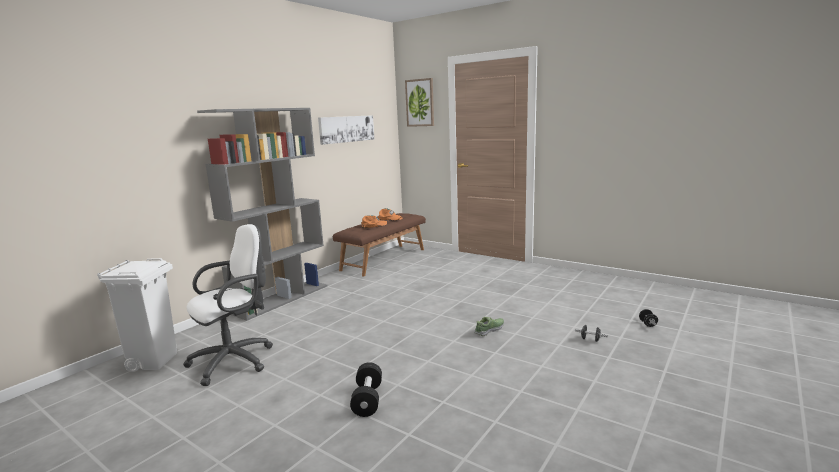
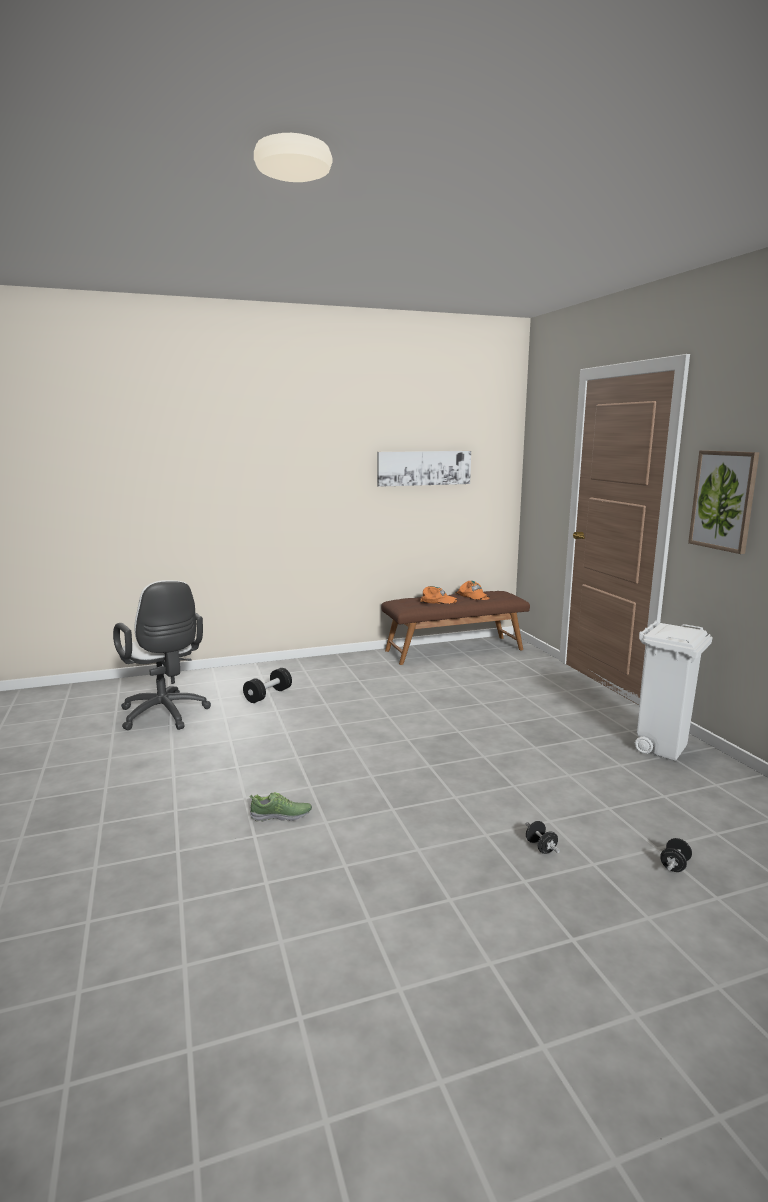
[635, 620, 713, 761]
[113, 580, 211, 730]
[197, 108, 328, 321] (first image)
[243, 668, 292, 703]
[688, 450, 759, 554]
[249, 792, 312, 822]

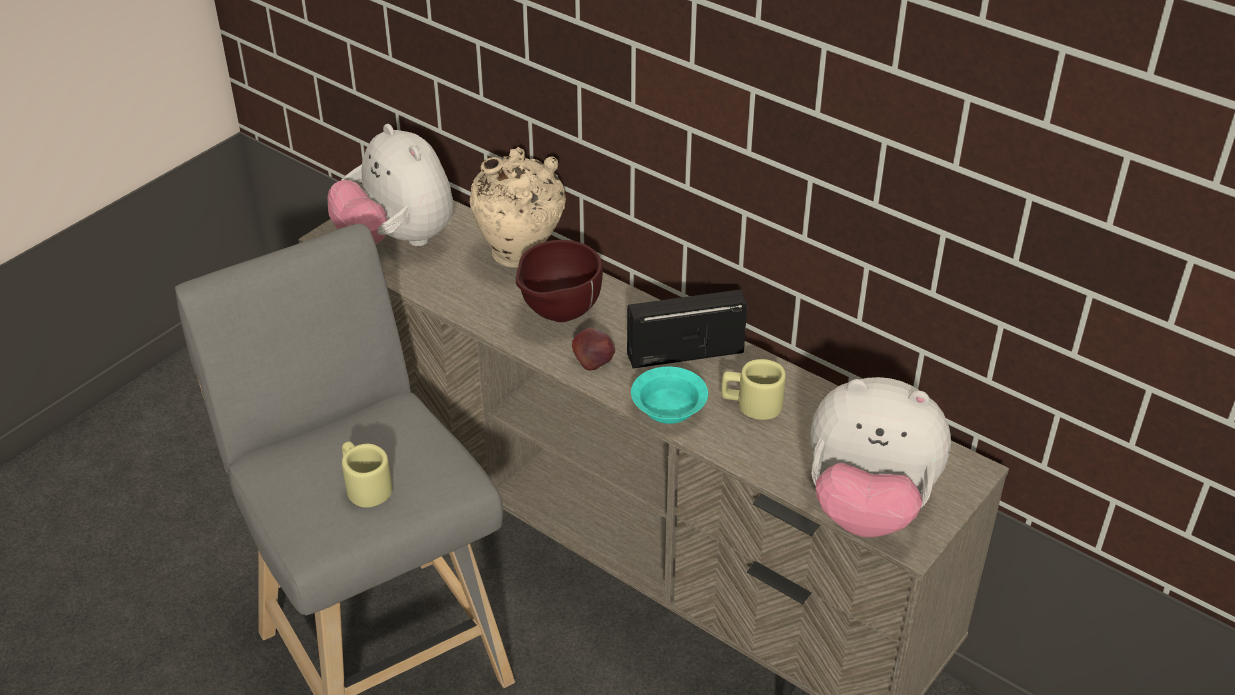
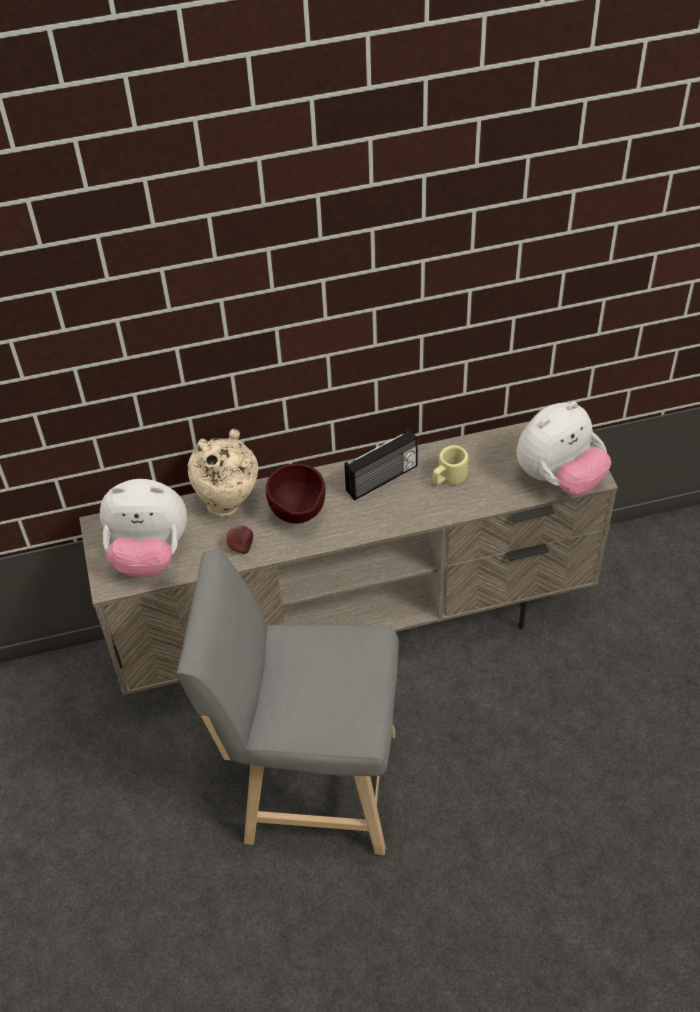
[342, 441, 392, 508] (first image)
[227, 526, 253, 554]
[344, 429, 418, 501]
[631, 367, 708, 424] (first image)

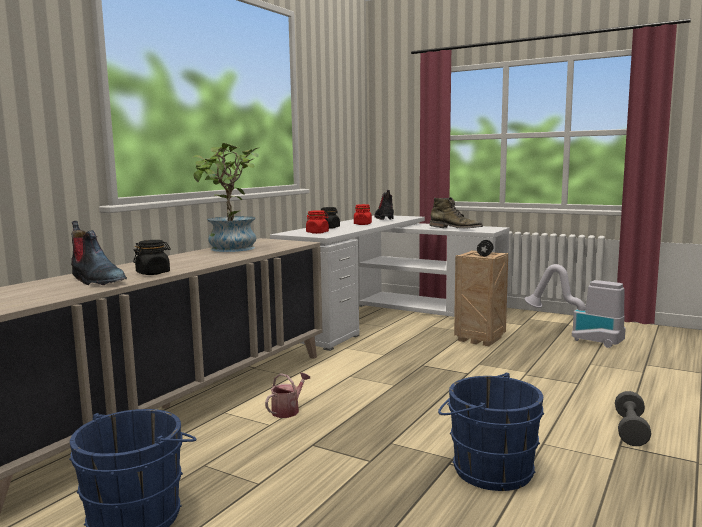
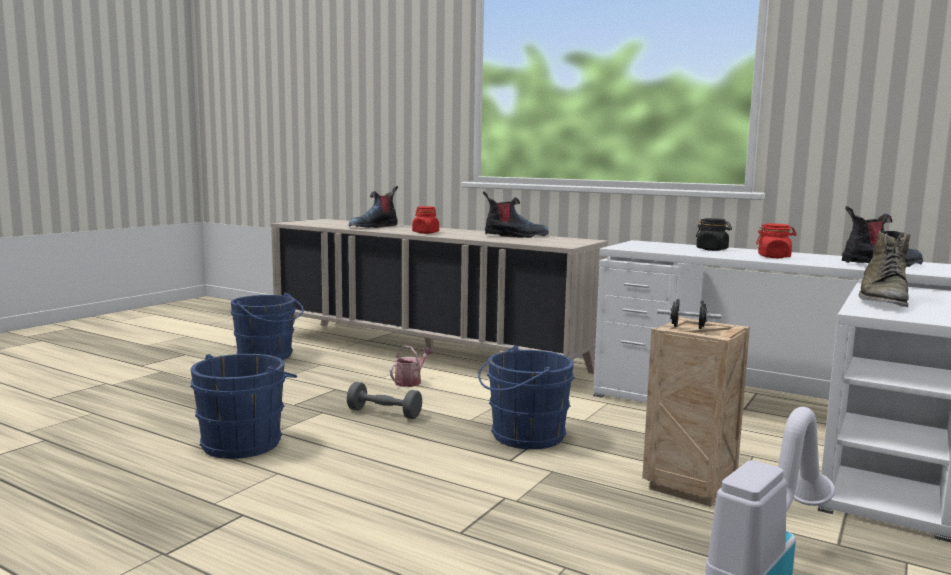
[133, 240, 171, 275] (first image)
[483, 191, 549, 238]
[390, 345, 433, 387]
[412, 206, 439, 234]
[347, 382, 422, 419]
[478, 346, 575, 449]

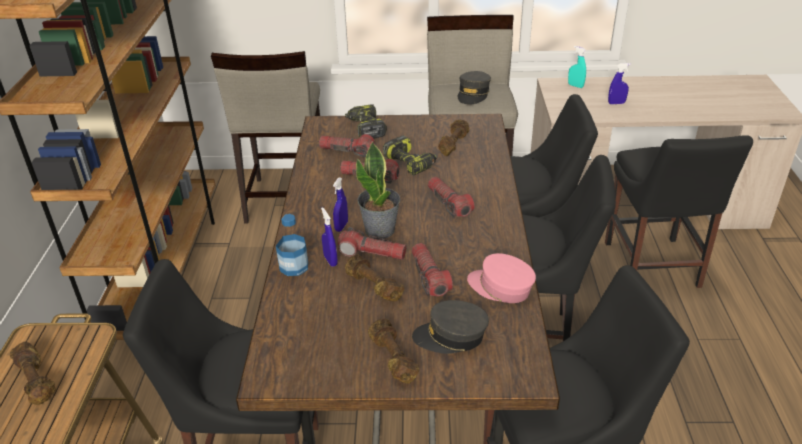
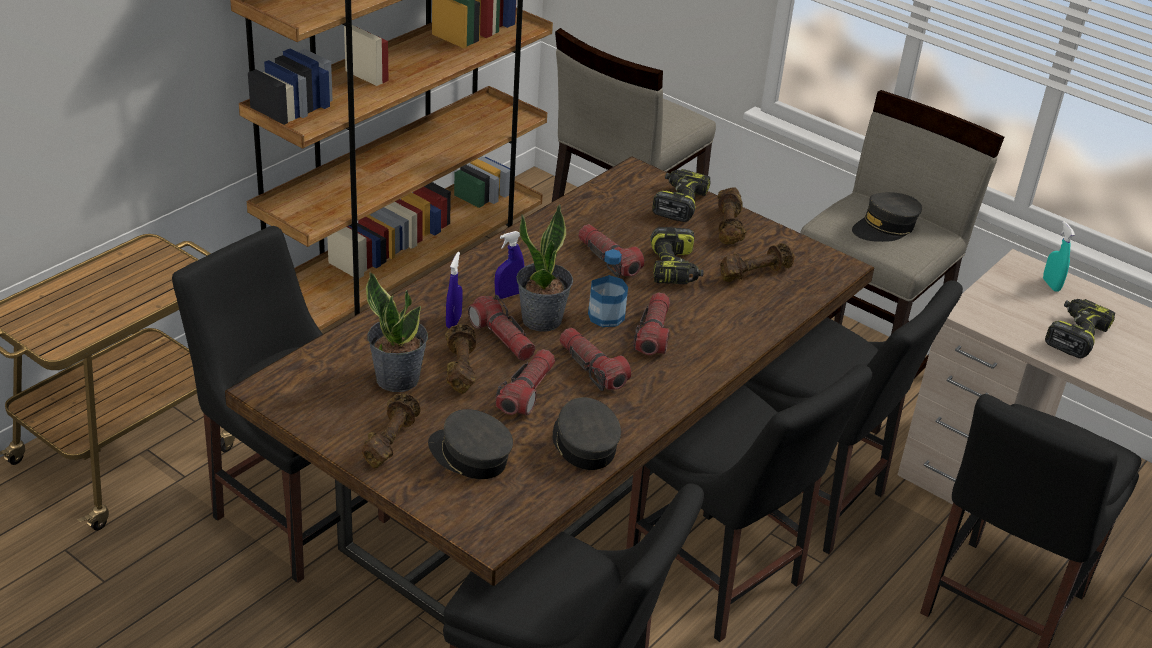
[717, 187, 747, 245]
[588, 249, 628, 327]
[559, 328, 631, 391]
[553, 397, 621, 470]
[1045, 299, 1115, 358]
[366, 272, 428, 392]

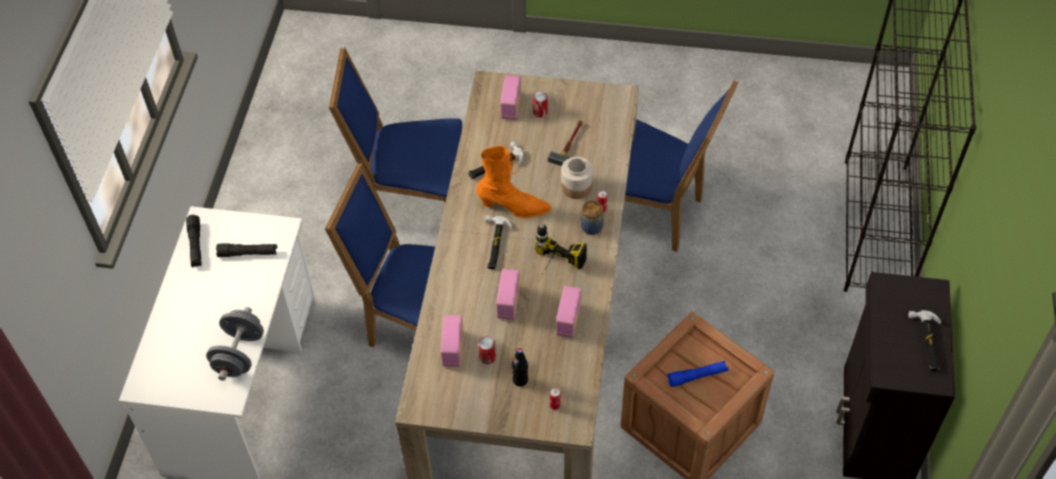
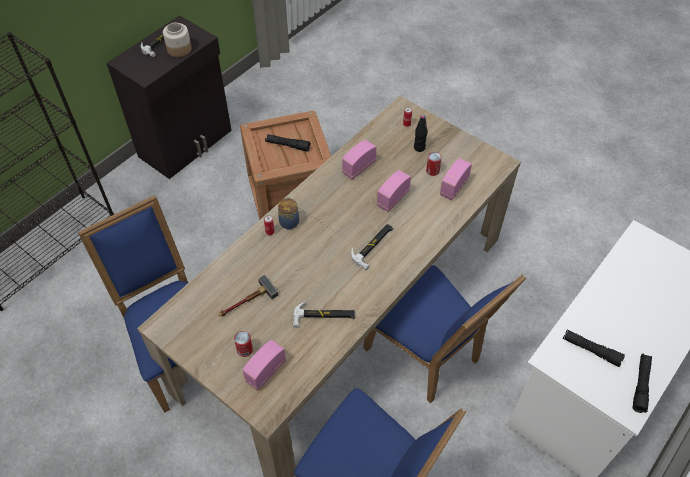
[206, 307, 264, 381] (first image)
[476, 146, 551, 218] (first image)
[535, 223, 587, 278] (first image)
[163, 23, 192, 57]
[265, 134, 310, 151]

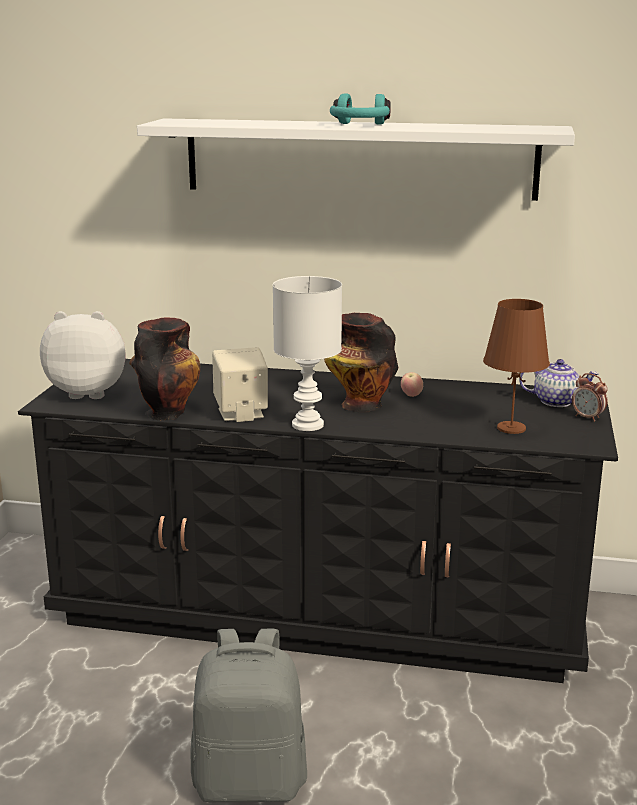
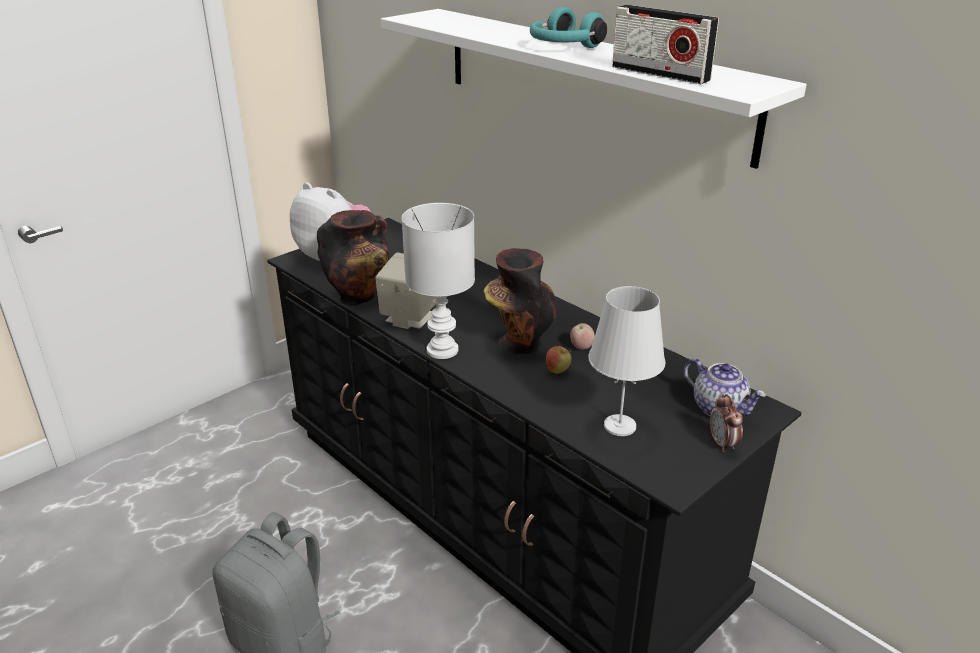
[588, 286, 665, 436]
[546, 346, 571, 374]
[612, 5, 719, 84]

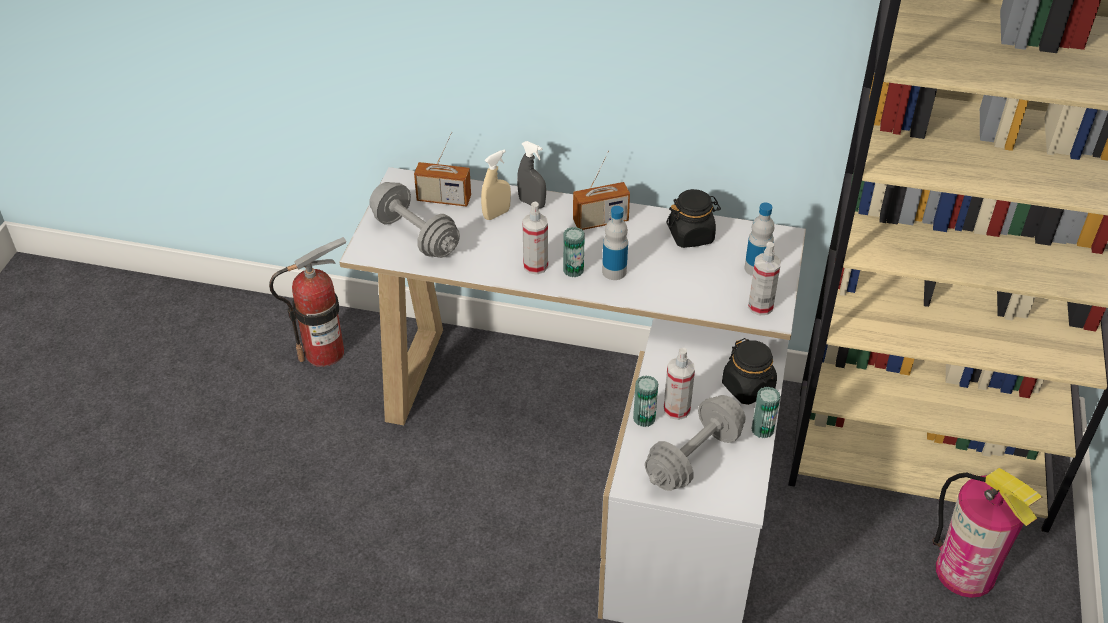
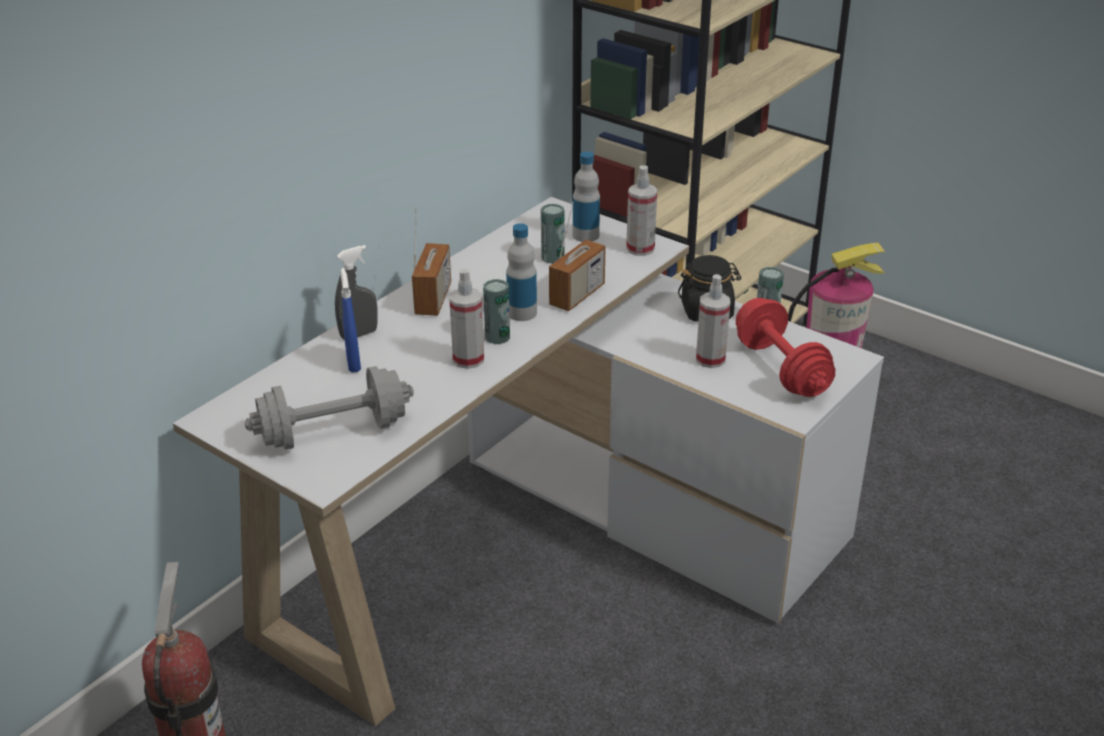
[549, 202, 606, 311]
[341, 268, 361, 373]
[541, 204, 564, 264]
[736, 298, 835, 397]
[666, 189, 721, 248] (first image)

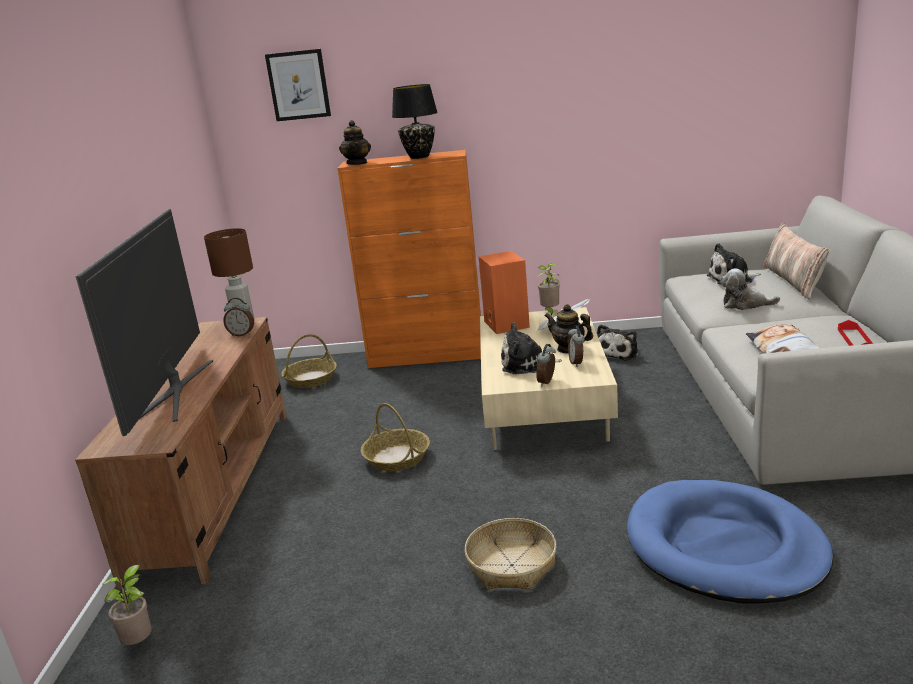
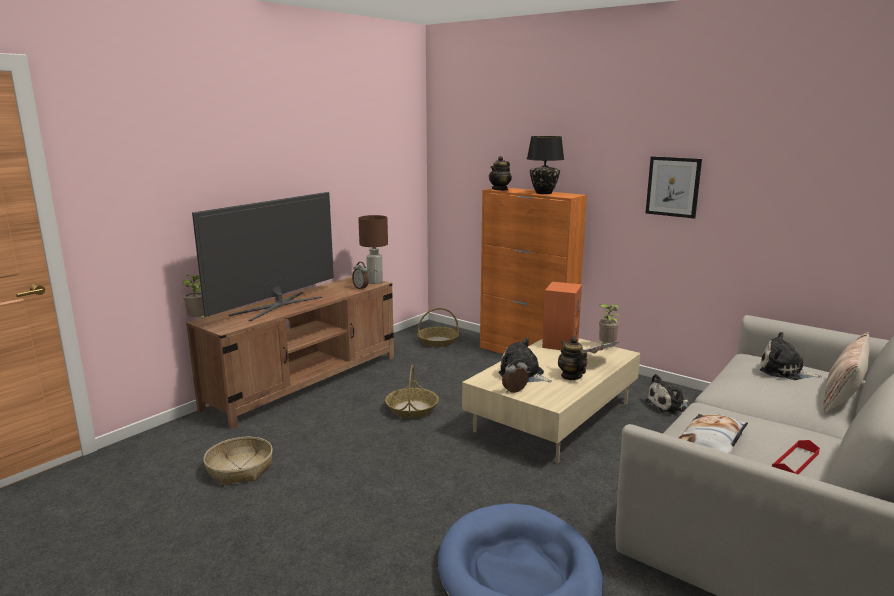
[182, 275, 208, 318]
[646, 156, 702, 219]
[203, 437, 273, 485]
[568, 326, 585, 367] (first image)
[720, 268, 780, 310] (first image)

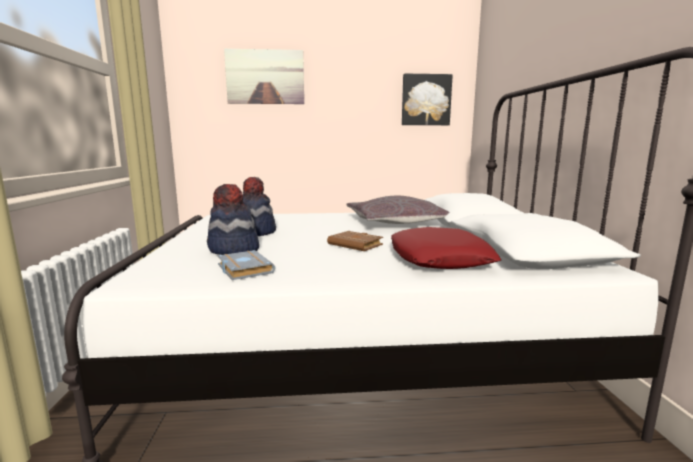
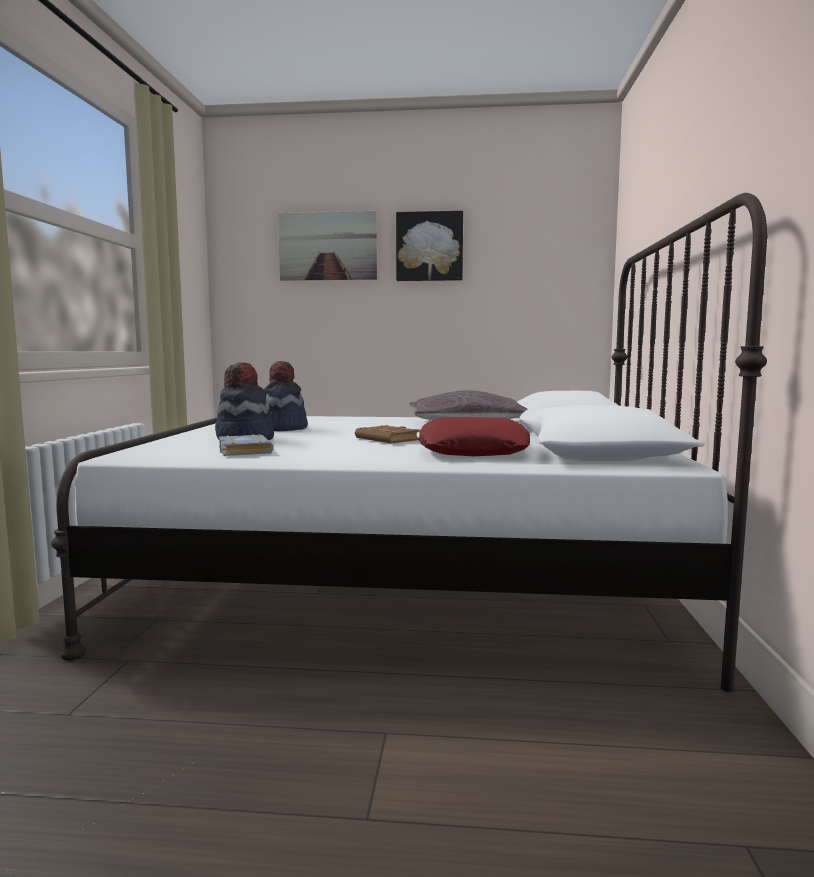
[396, 211, 463, 281]

